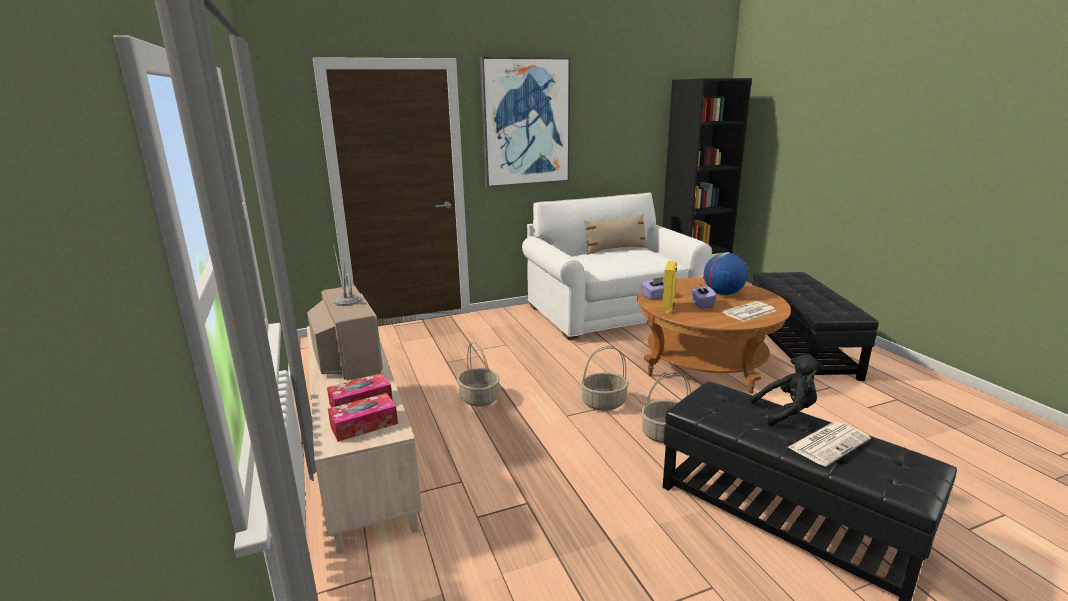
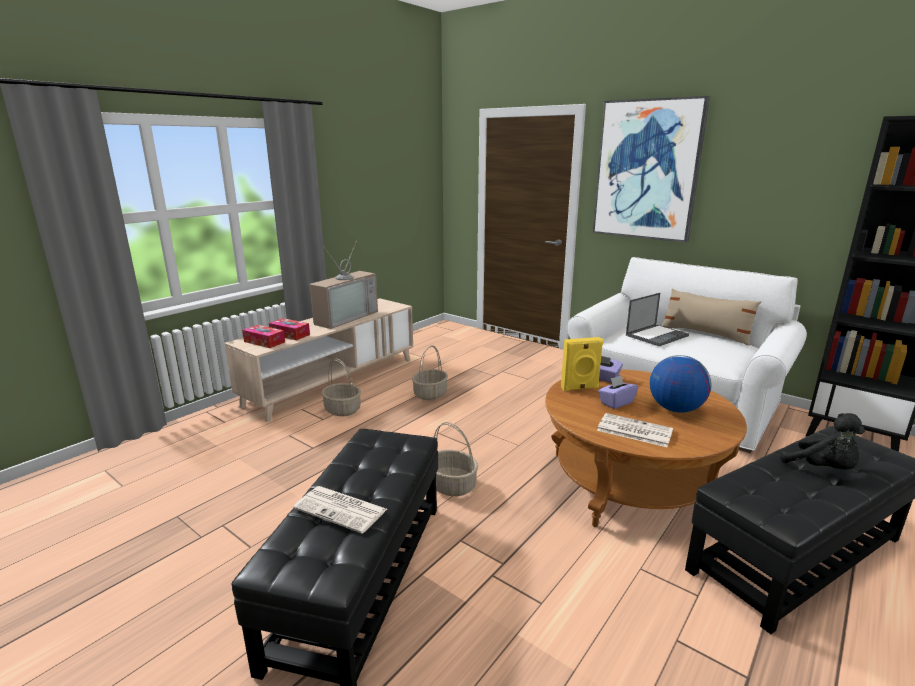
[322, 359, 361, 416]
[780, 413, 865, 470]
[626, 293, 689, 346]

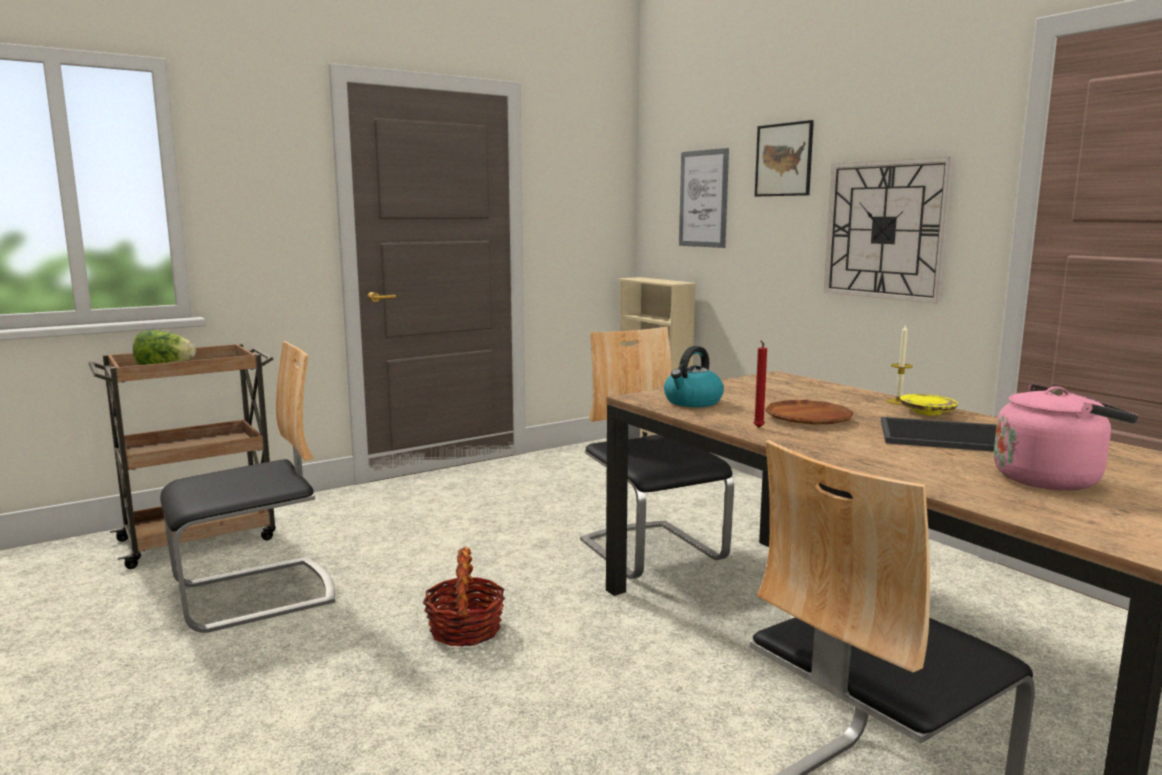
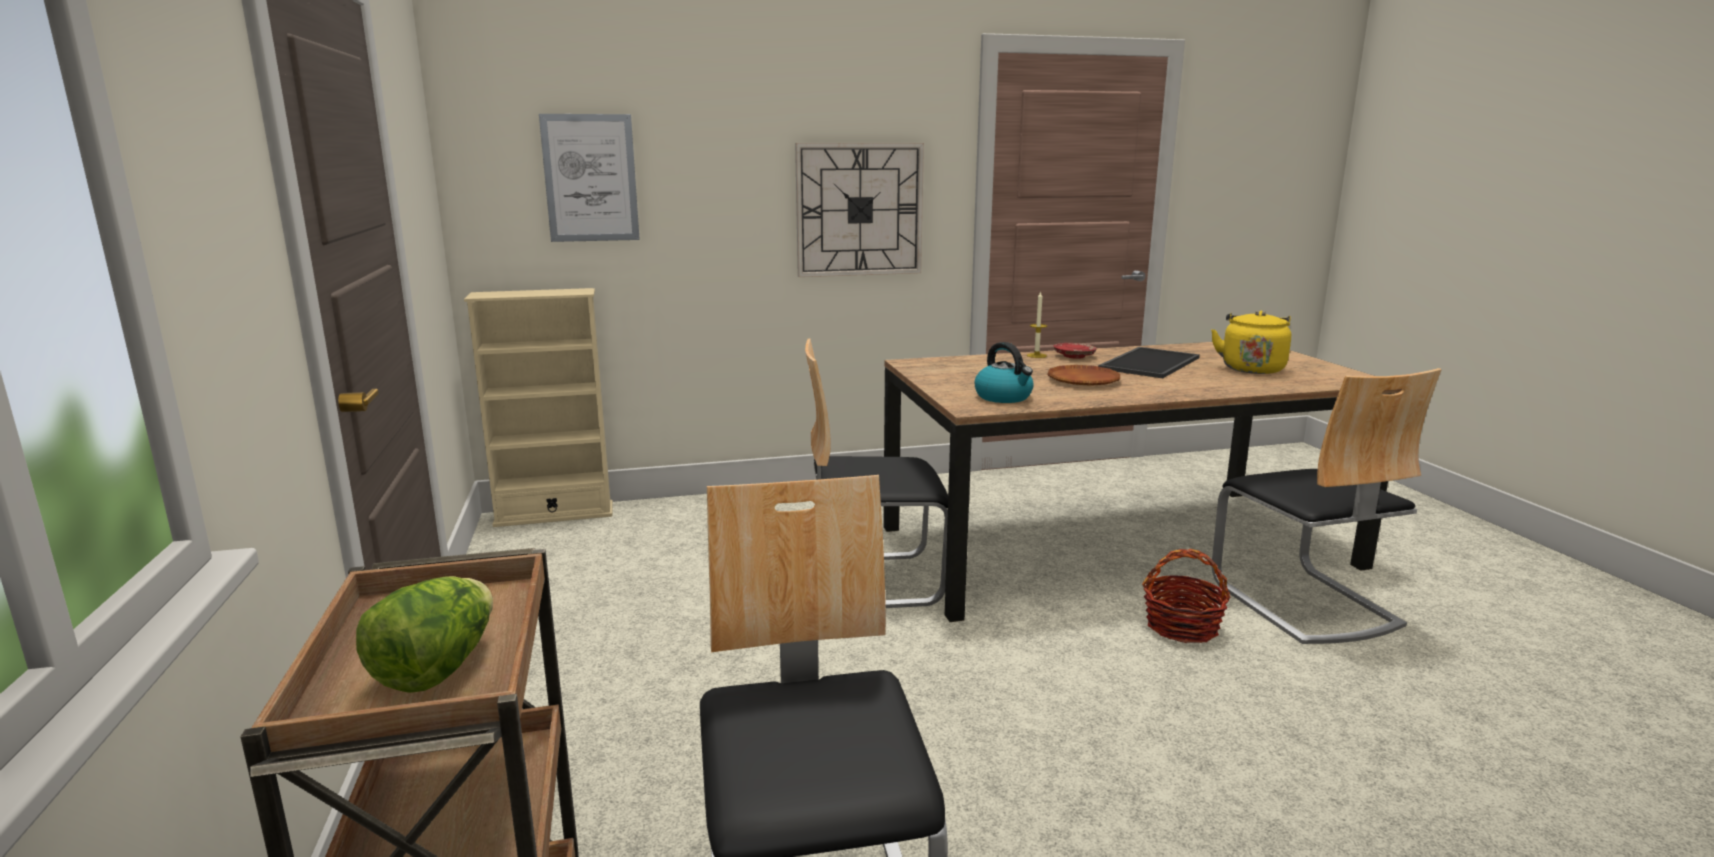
[1142, 549, 1231, 643]
[754, 341, 767, 428] (first image)
[755, 120, 814, 196] (first image)
[1054, 343, 1097, 359]
[1211, 311, 1291, 374]

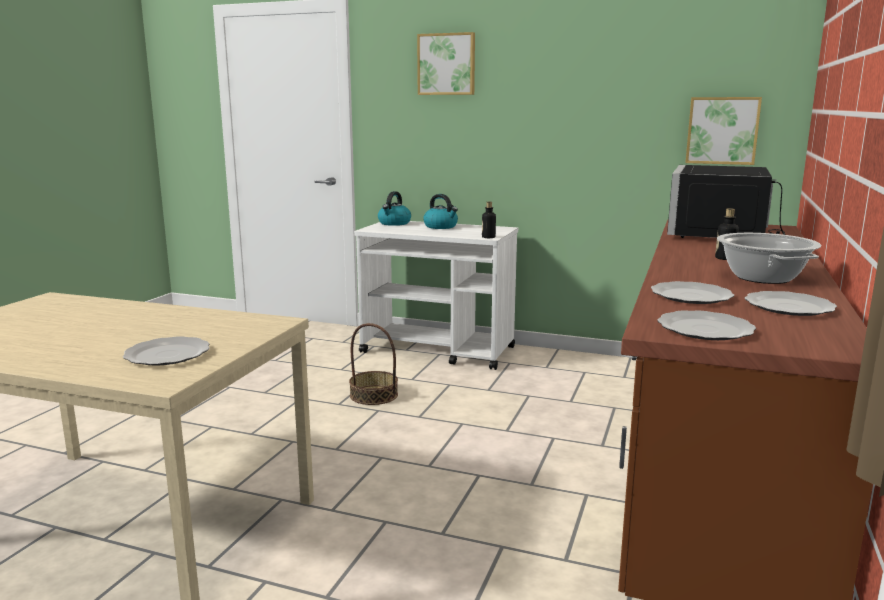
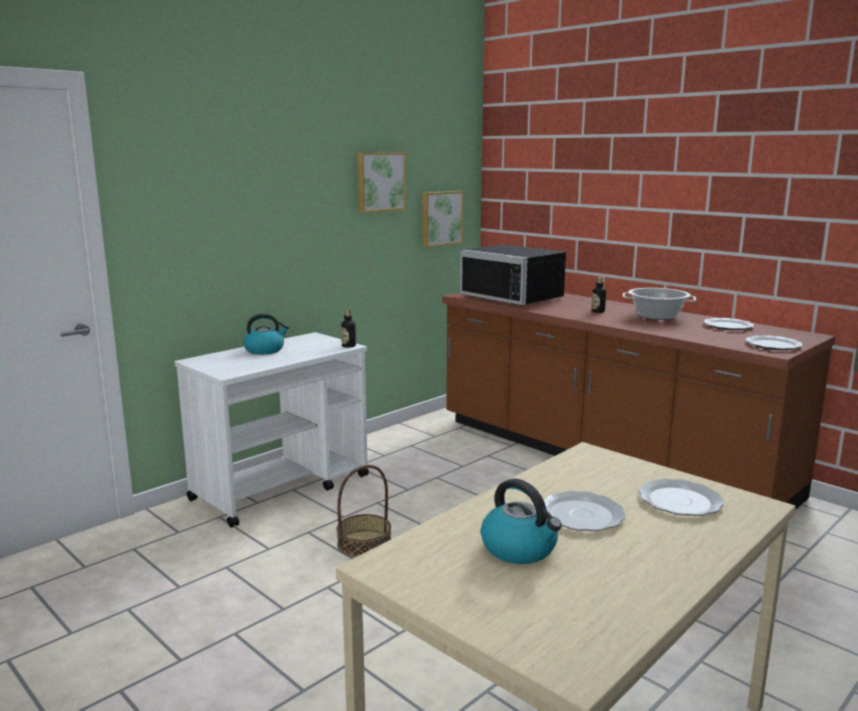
[481, 479, 562, 564]
[357, 152, 406, 213]
[544, 491, 626, 531]

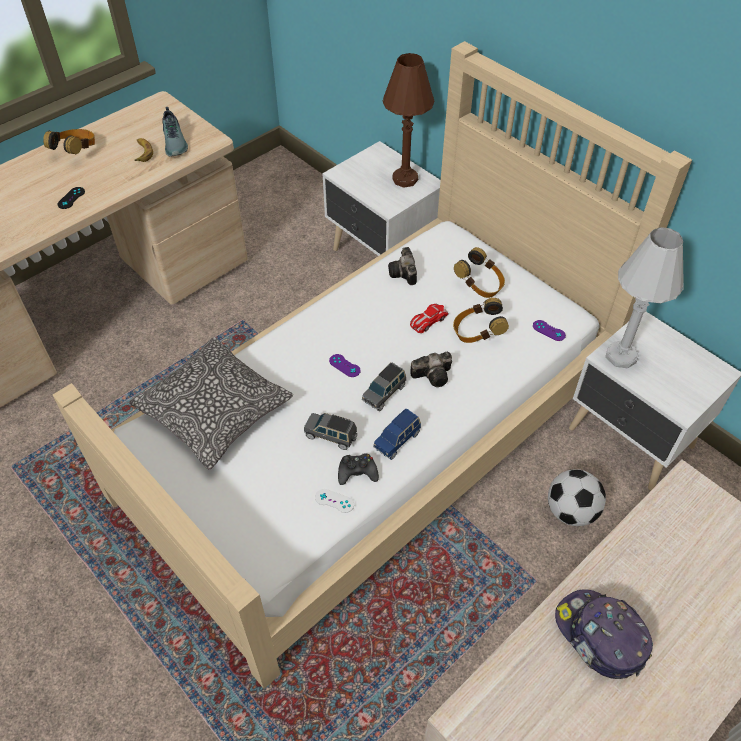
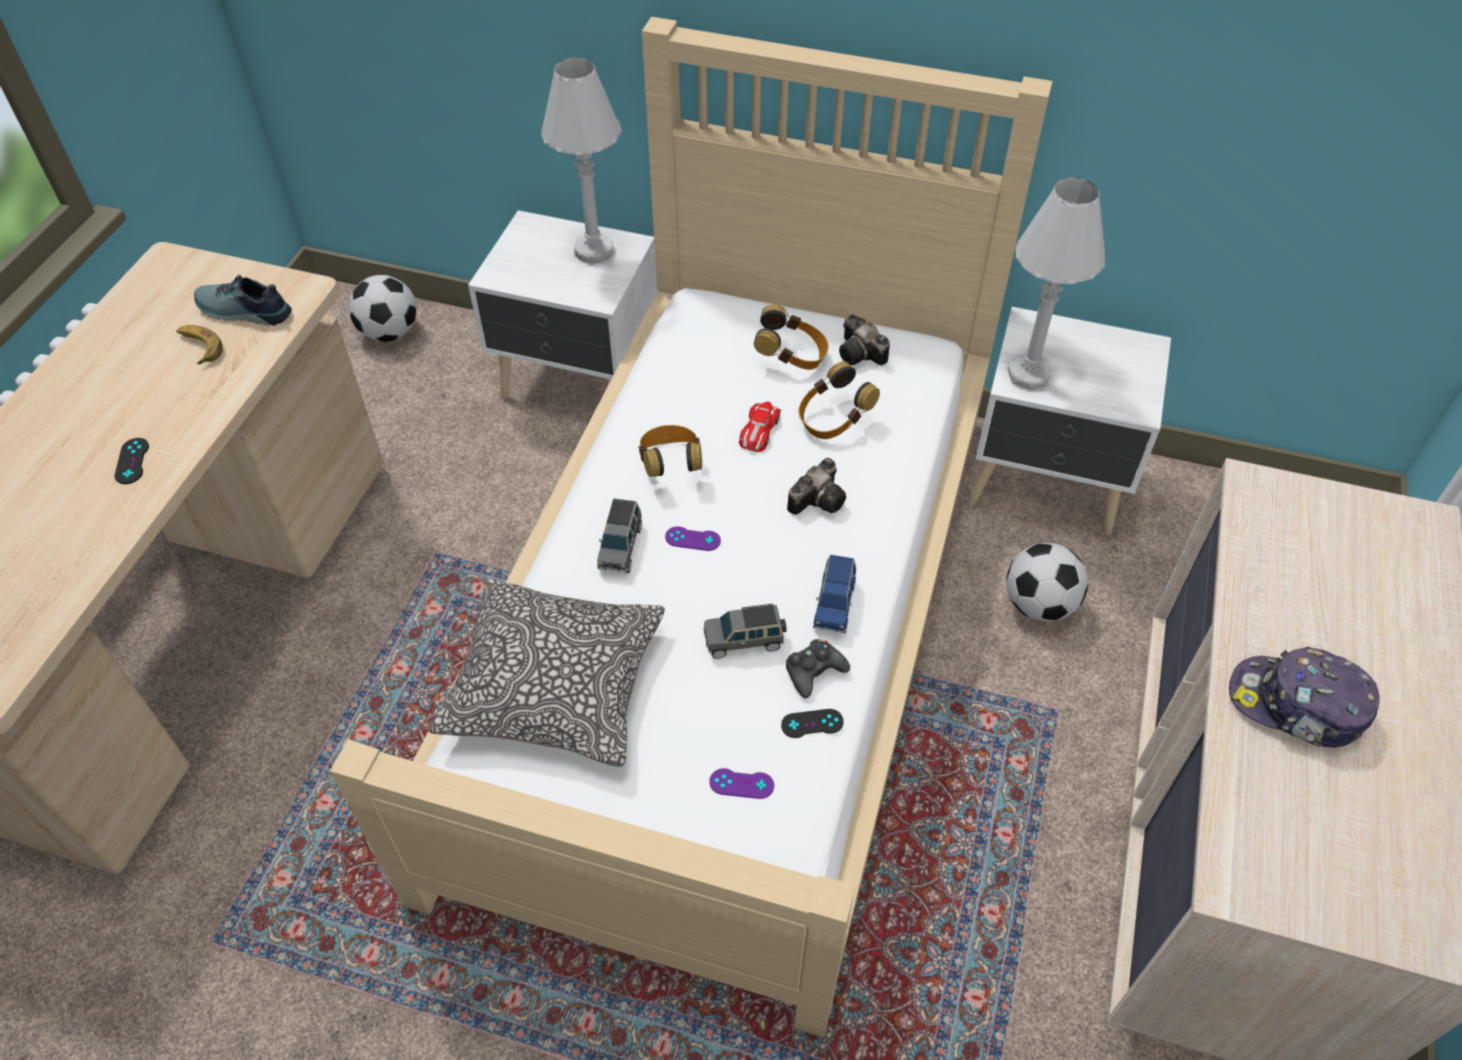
[639, 425, 702, 477]
[194, 275, 292, 326]
[781, 709, 844, 738]
[597, 499, 642, 573]
[541, 57, 622, 263]
[839, 314, 890, 365]
[709, 768, 774, 799]
[349, 275, 417, 342]

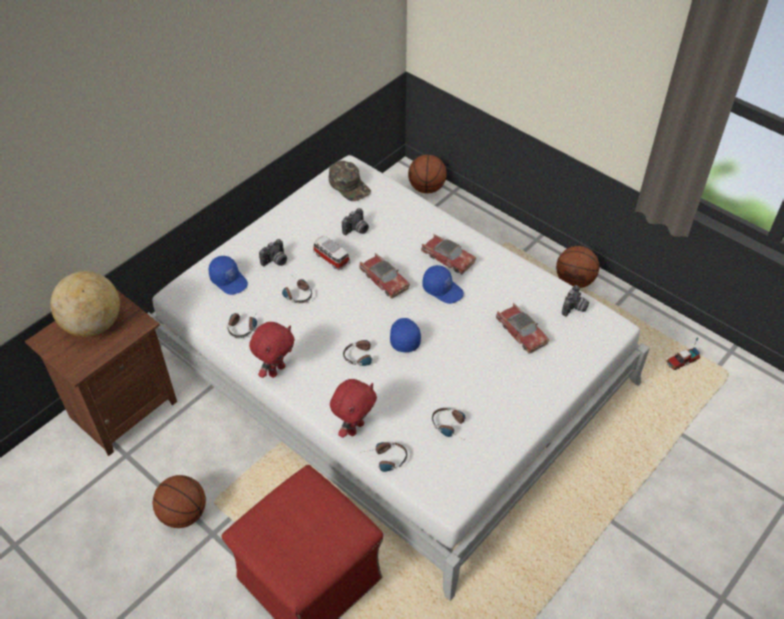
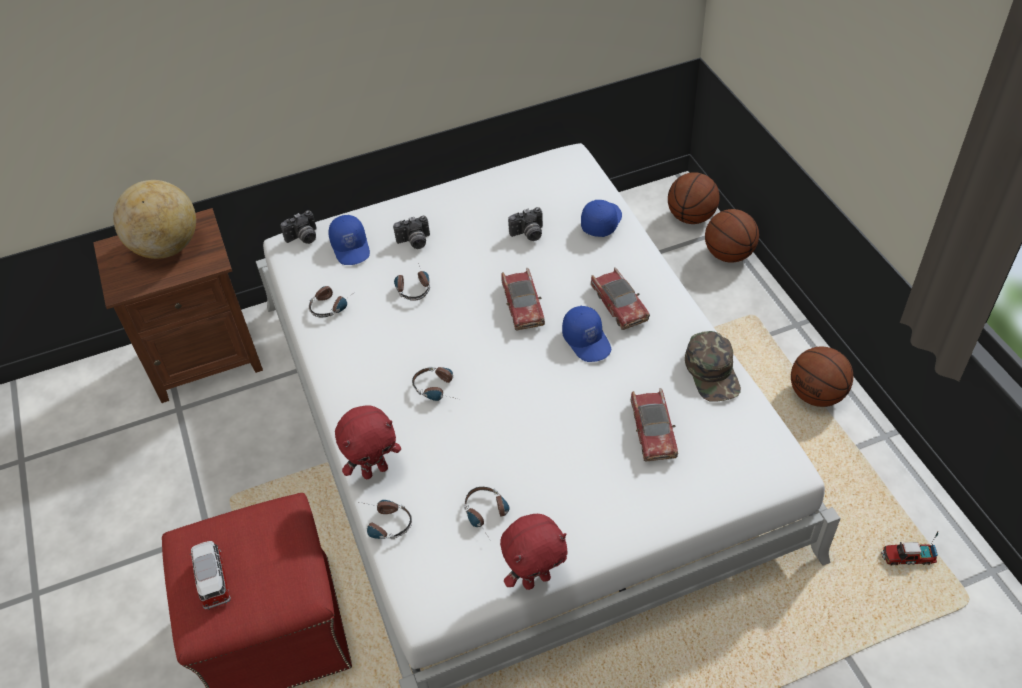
[705, 209, 759, 263]
[500, 514, 568, 590]
[190, 541, 231, 610]
[685, 331, 741, 402]
[581, 200, 622, 237]
[280, 210, 317, 244]

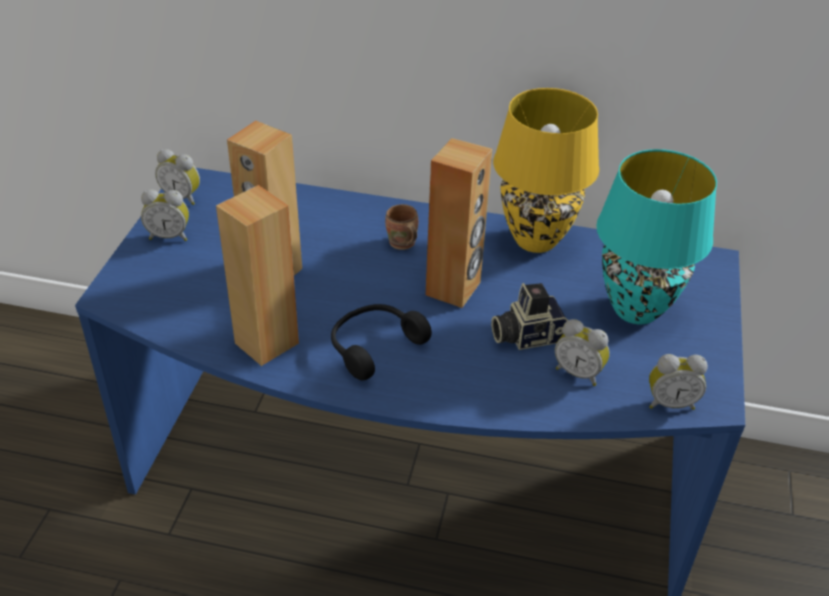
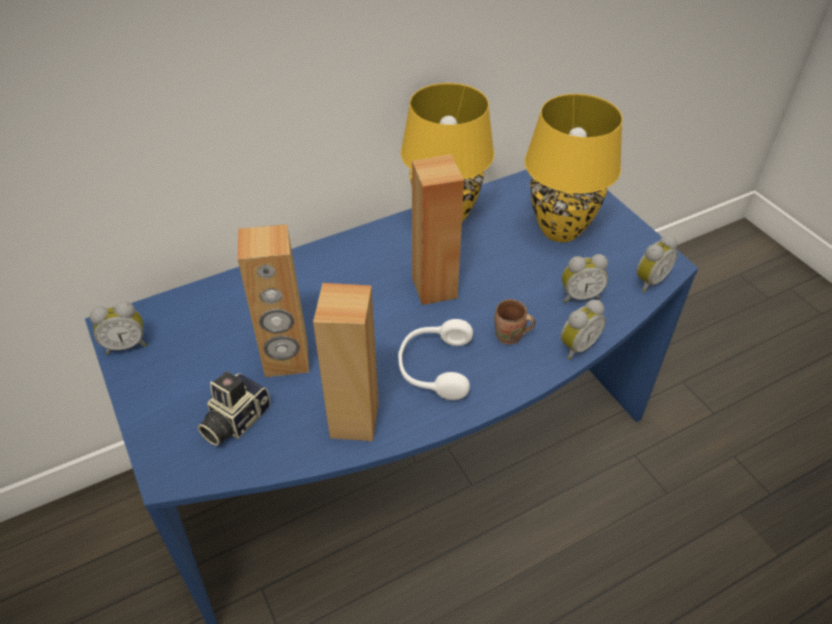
[561, 300, 606, 359]
[398, 319, 473, 400]
[494, 299, 536, 345]
[197, 371, 270, 446]
[525, 94, 623, 242]

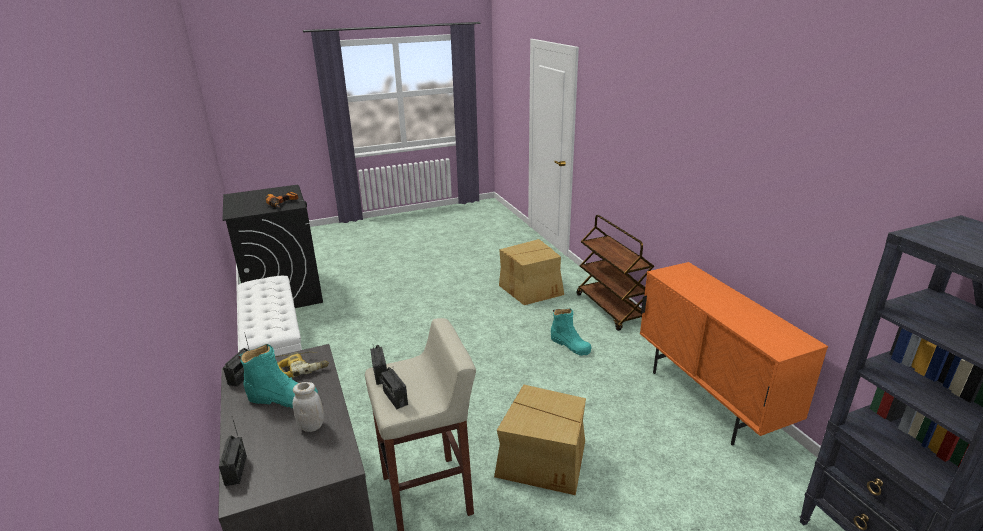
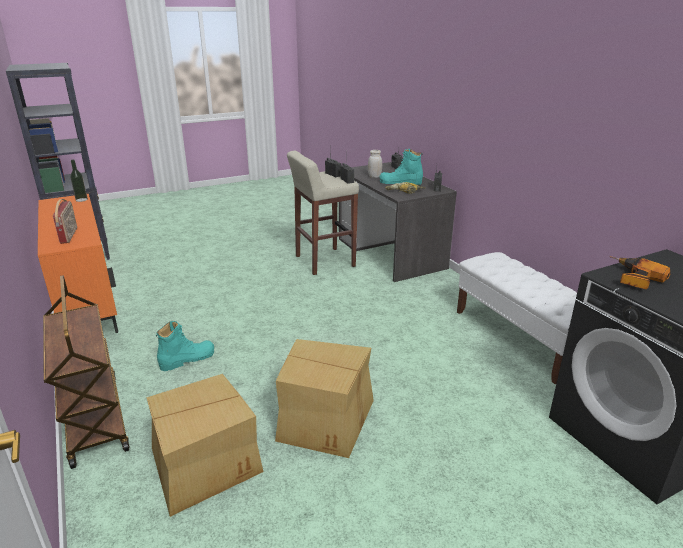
[275, 339, 374, 458]
[156, 321, 214, 371]
[53, 199, 77, 244]
[70, 160, 88, 202]

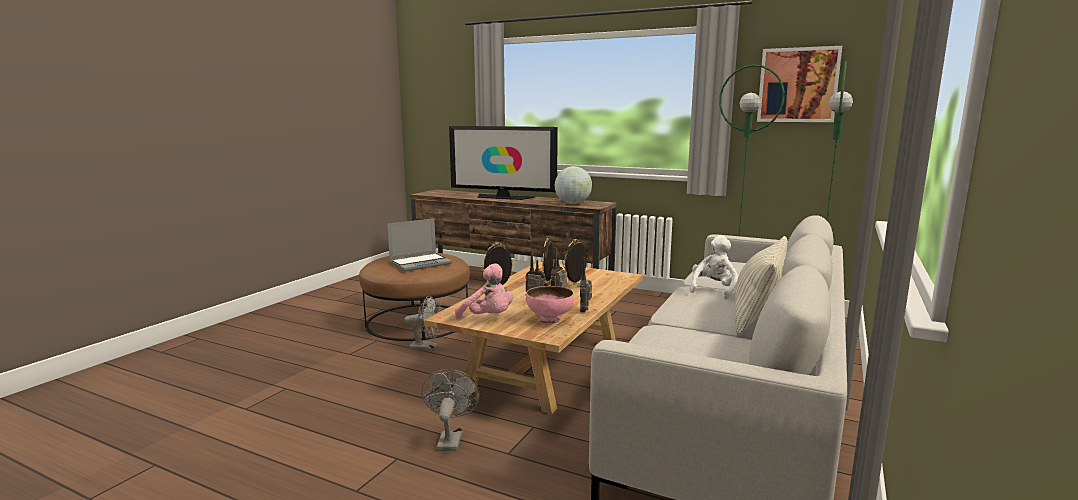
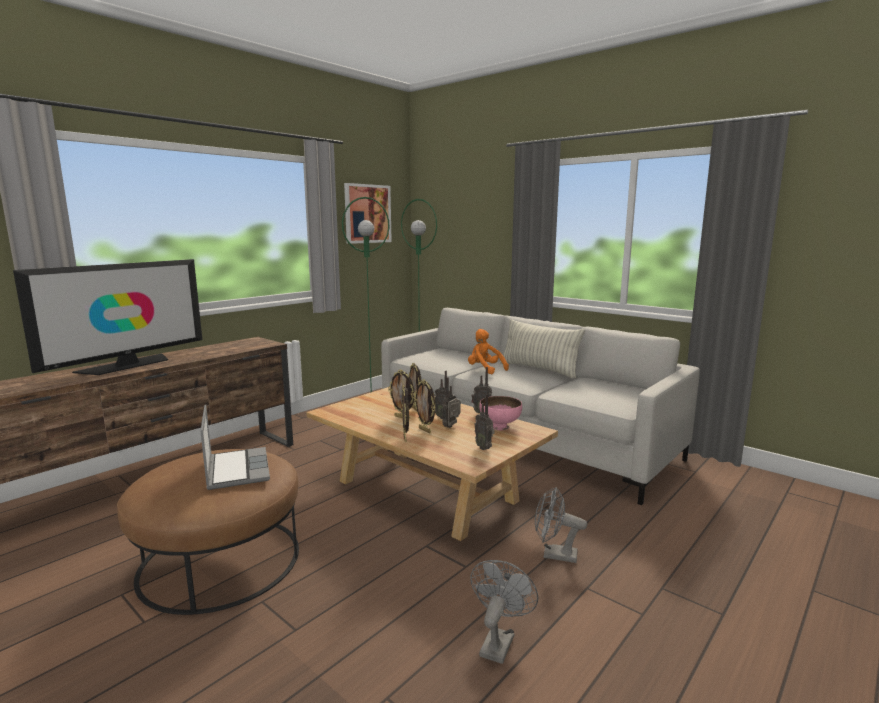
[470, 560, 538, 664]
[474, 394, 495, 450]
[555, 166, 592, 204] (first image)
[468, 329, 509, 374]
[414, 379, 436, 433]

